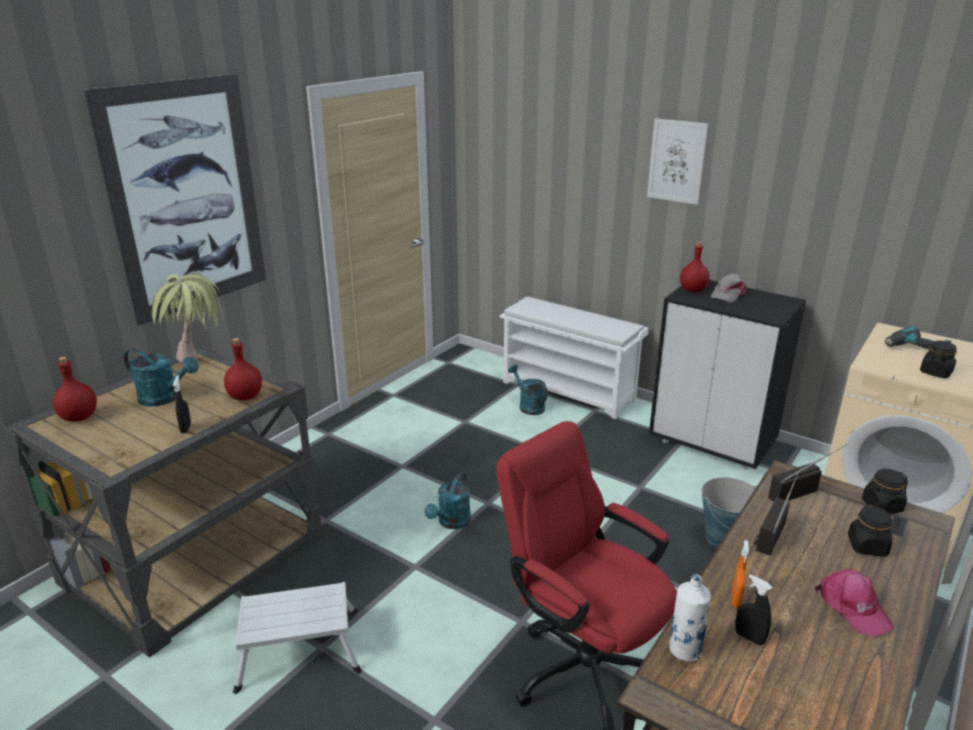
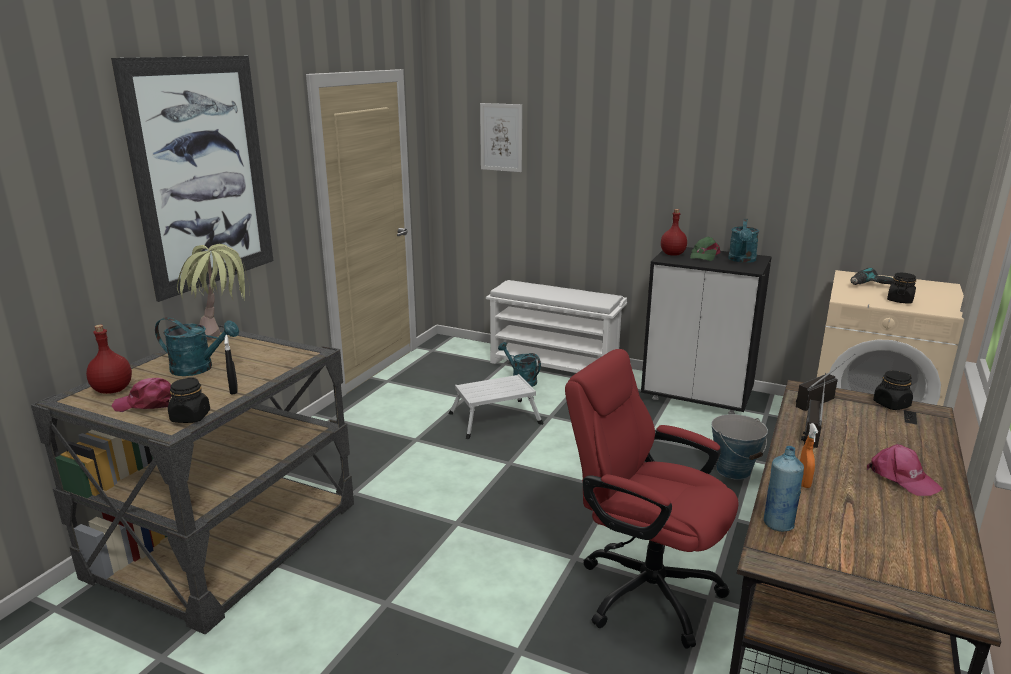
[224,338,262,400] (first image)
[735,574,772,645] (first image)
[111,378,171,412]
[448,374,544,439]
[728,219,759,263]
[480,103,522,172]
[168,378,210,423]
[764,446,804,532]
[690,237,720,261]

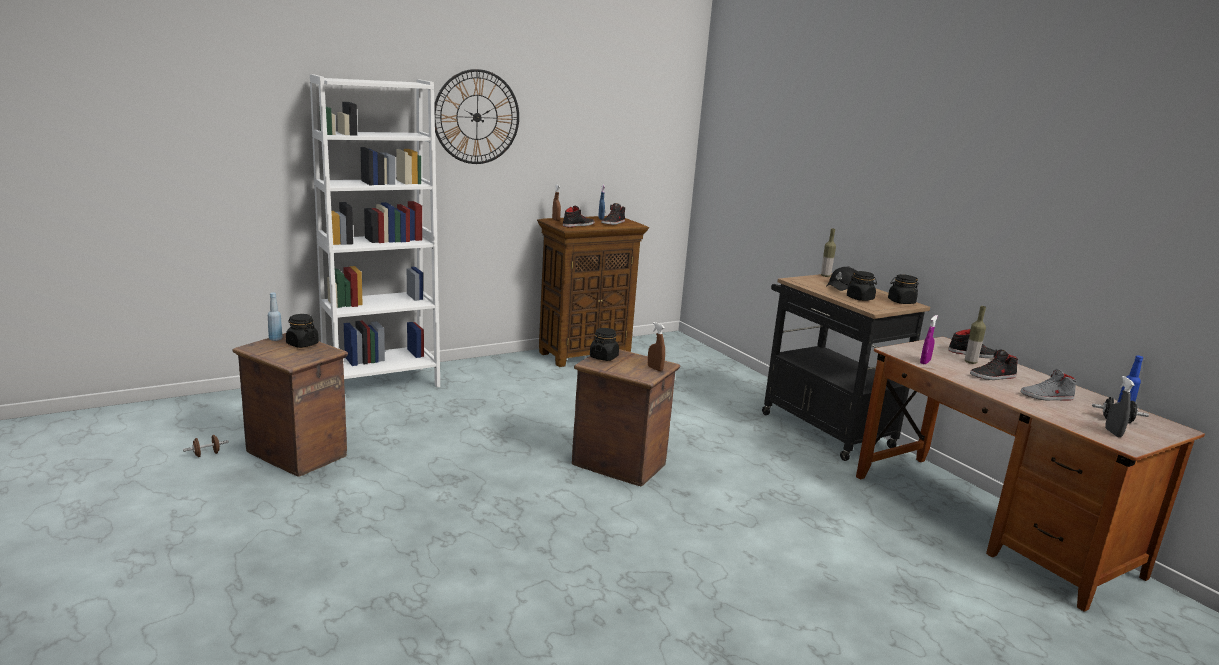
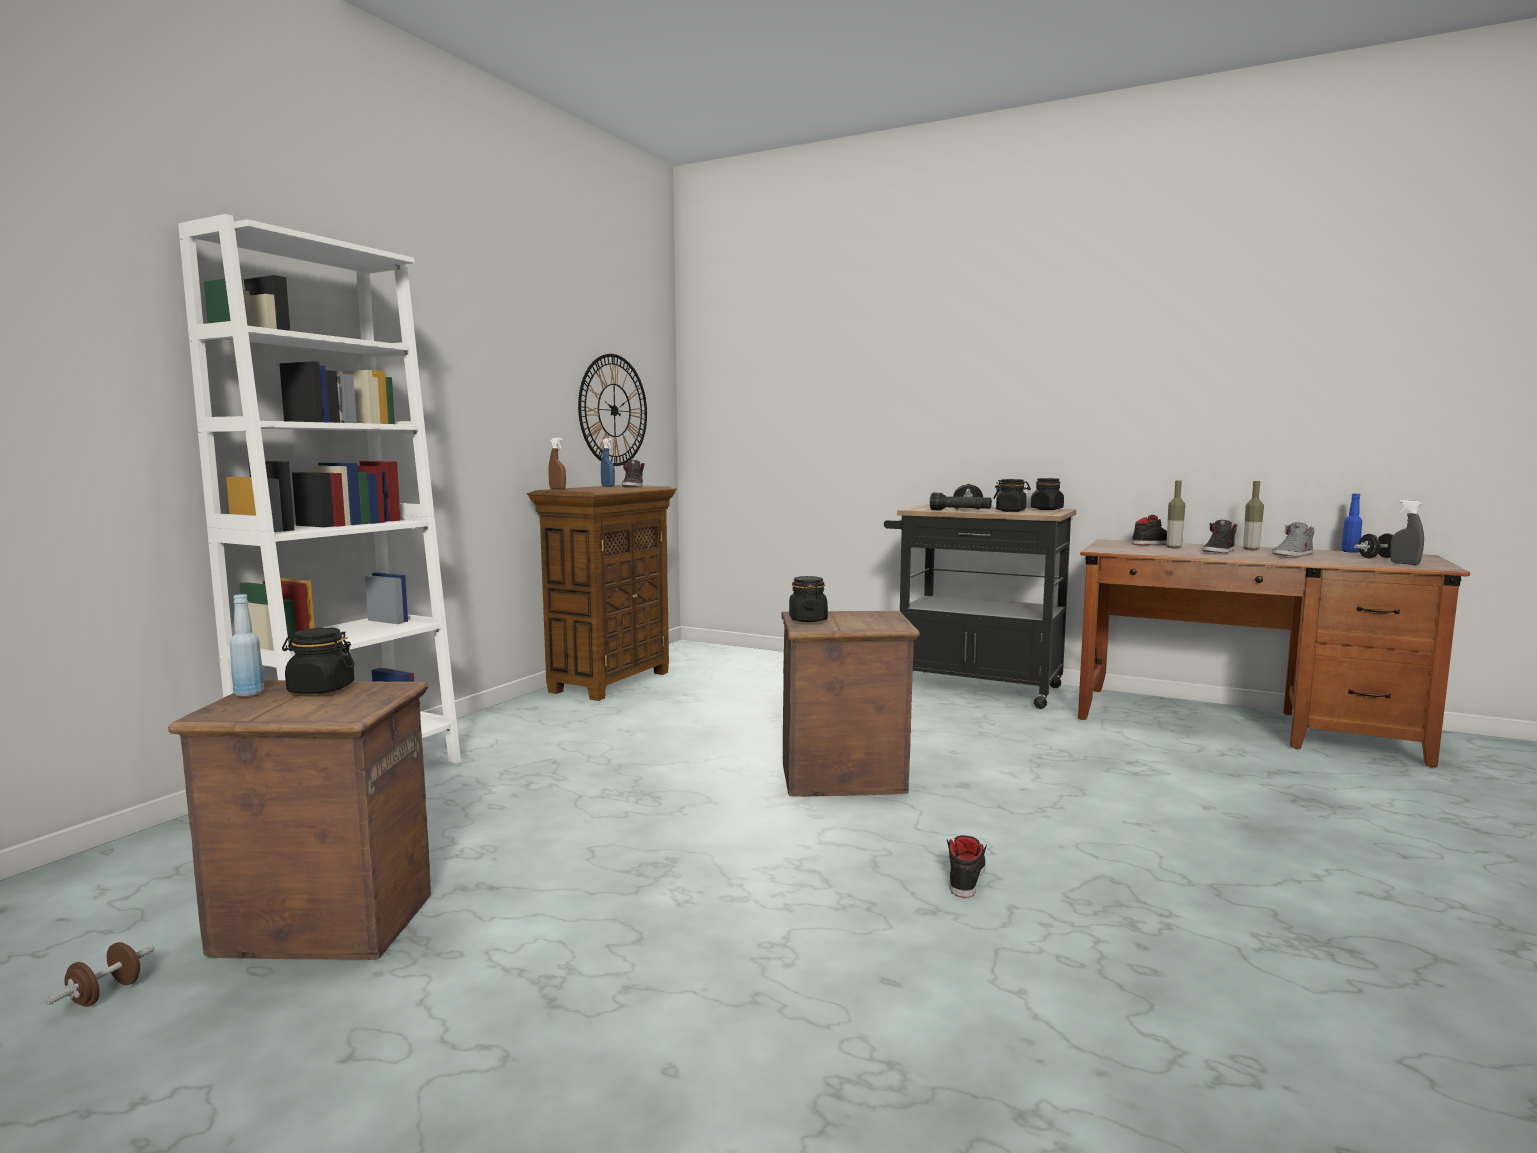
[648,322,665,371] (first image)
[920,315,938,364] (first image)
[930,493,992,510]
[578,354,647,466]
[947,835,987,898]
[1243,481,1264,550]

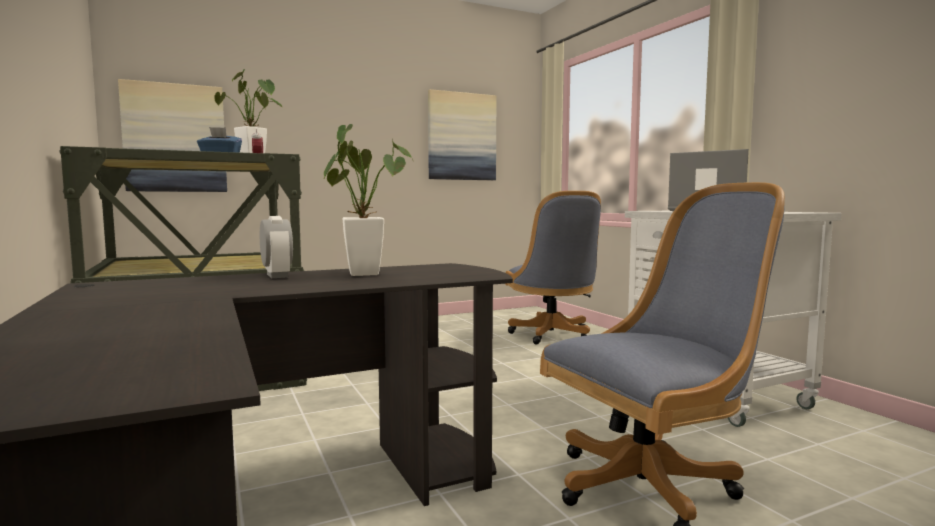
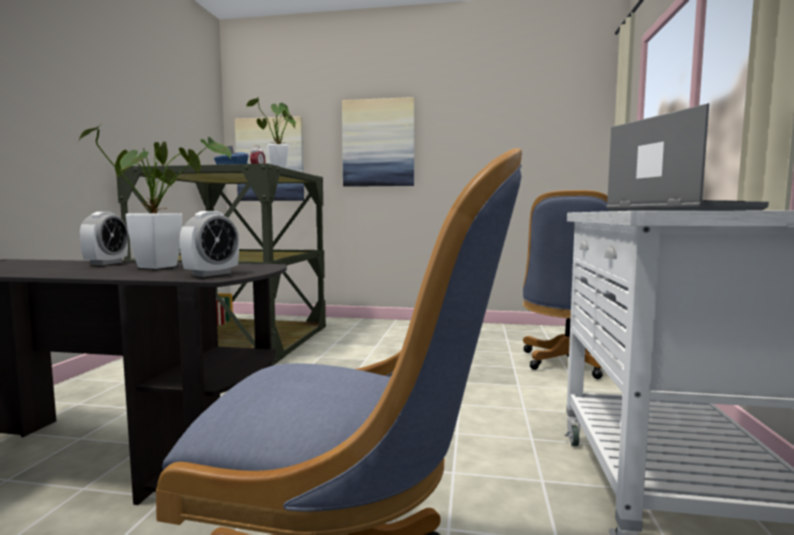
[179,211,239,277]
[342,97,415,187]

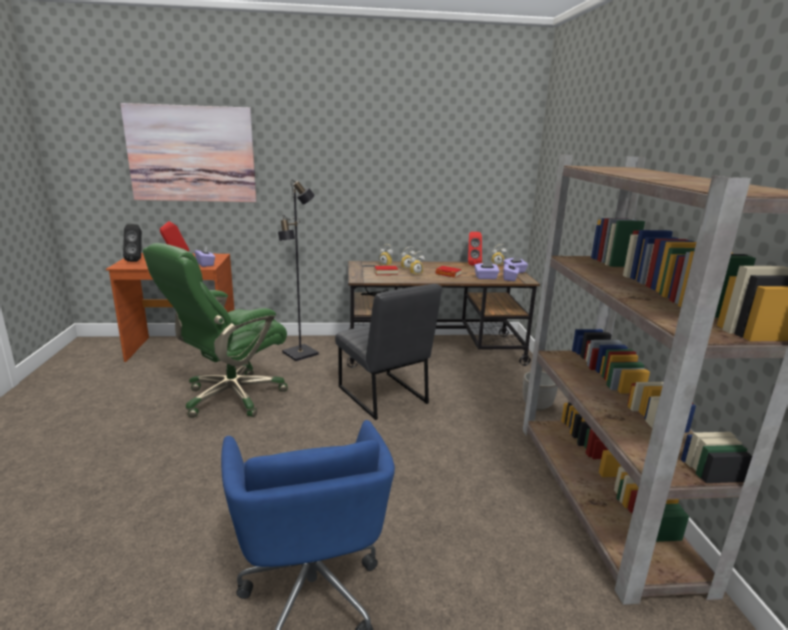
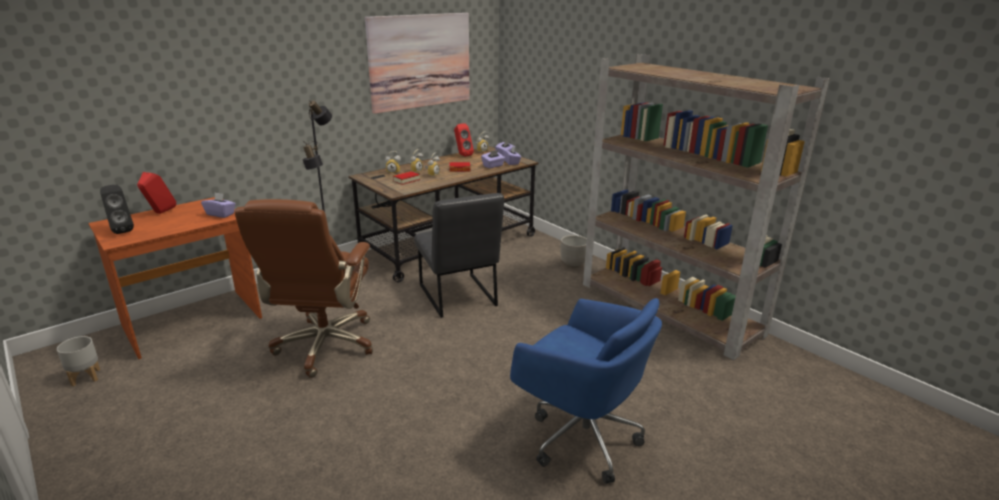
[57,336,100,387]
[365,13,470,114]
[235,199,373,378]
[414,193,504,318]

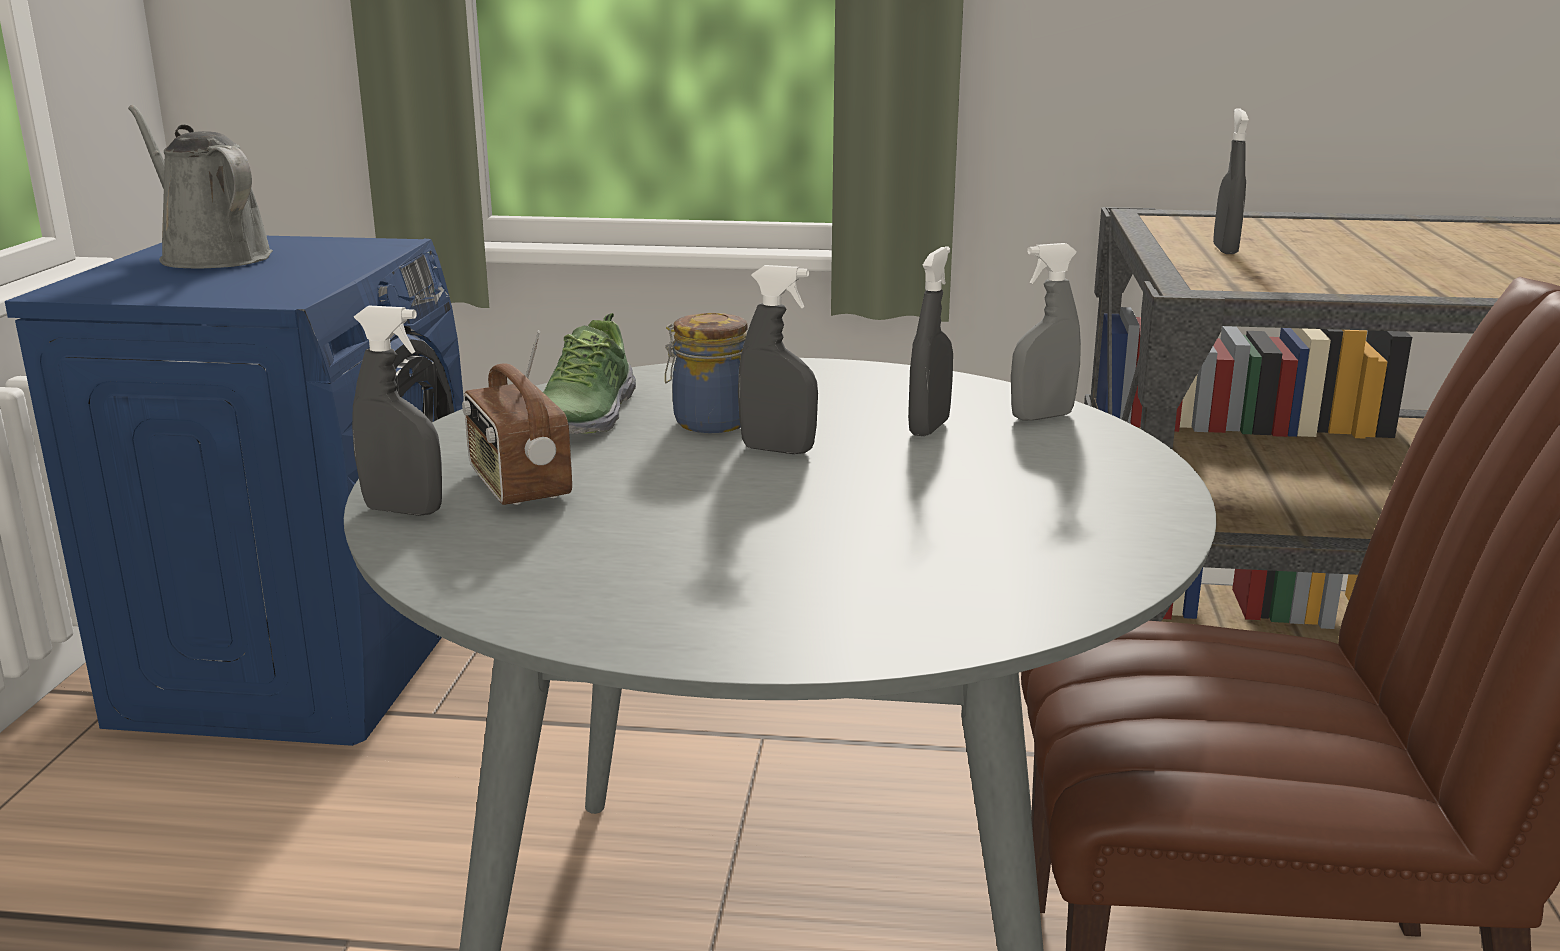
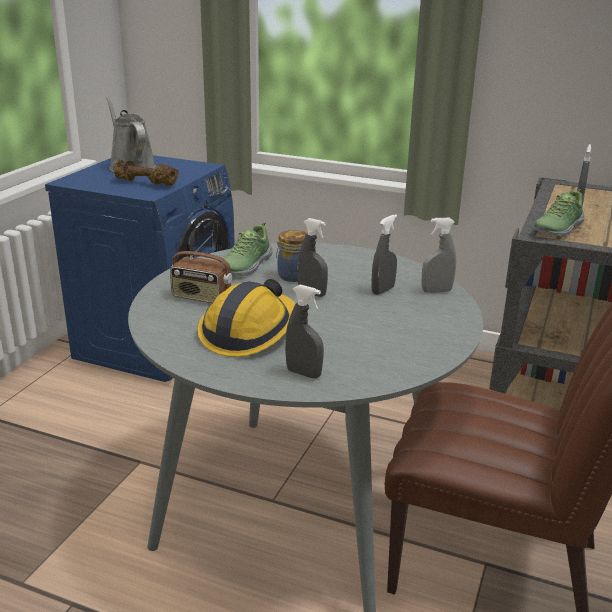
[114,160,179,186]
[197,279,295,357]
[533,189,585,237]
[285,285,324,378]
[170,234,232,303]

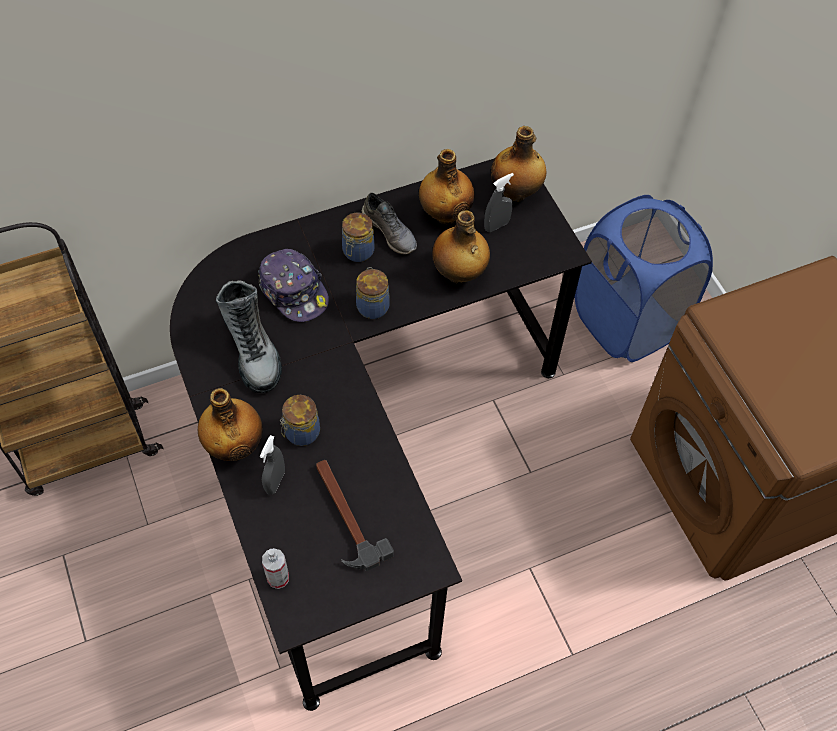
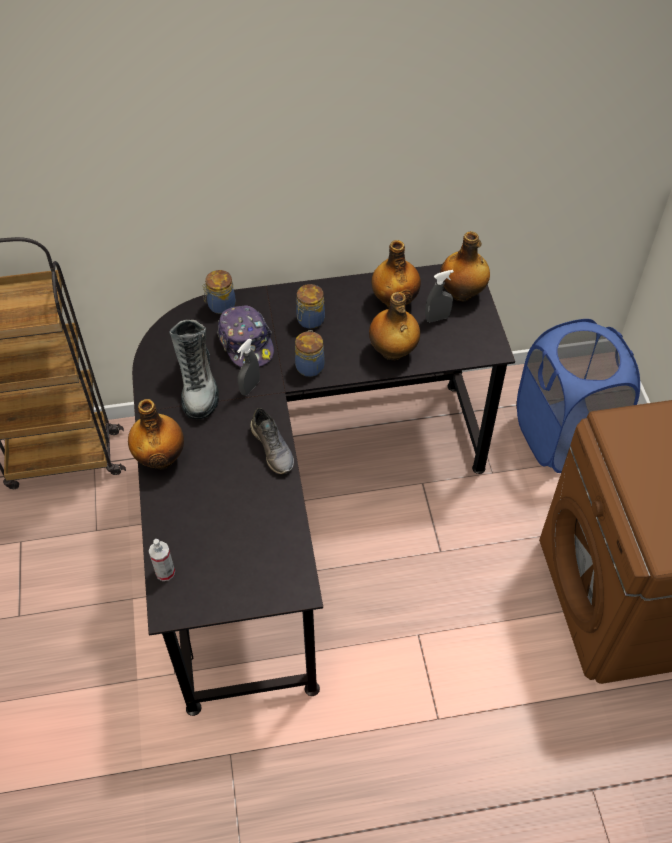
[316,460,394,571] (first image)
[237,339,260,395]
[202,270,236,314]
[250,408,294,474]

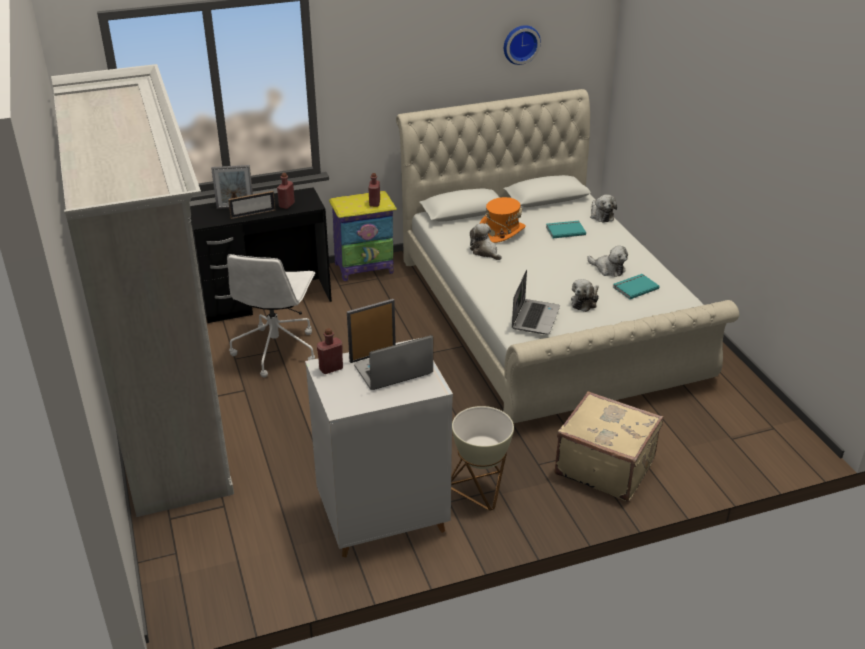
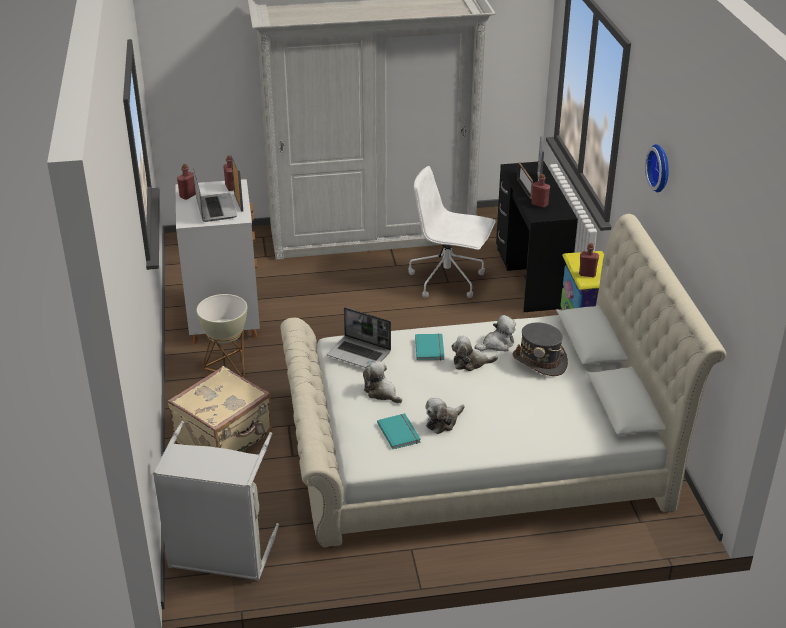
[153,421,279,581]
[177,164,196,200]
[645,144,669,192]
[415,334,444,360]
[451,336,498,371]
[512,322,568,376]

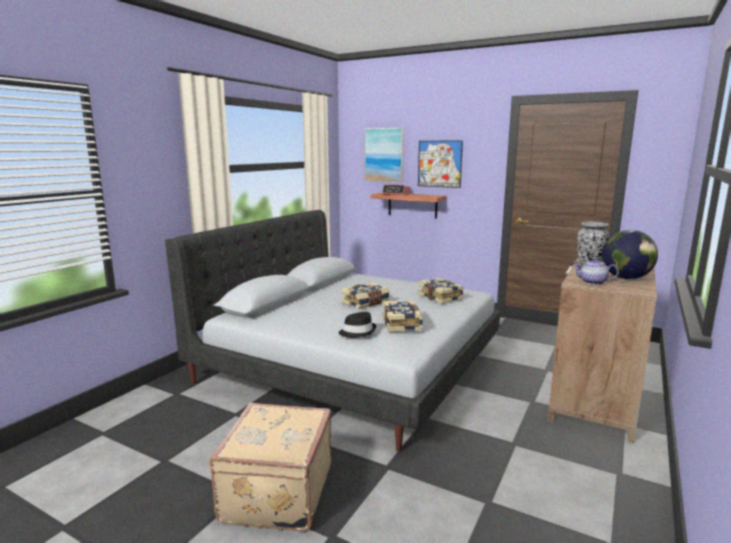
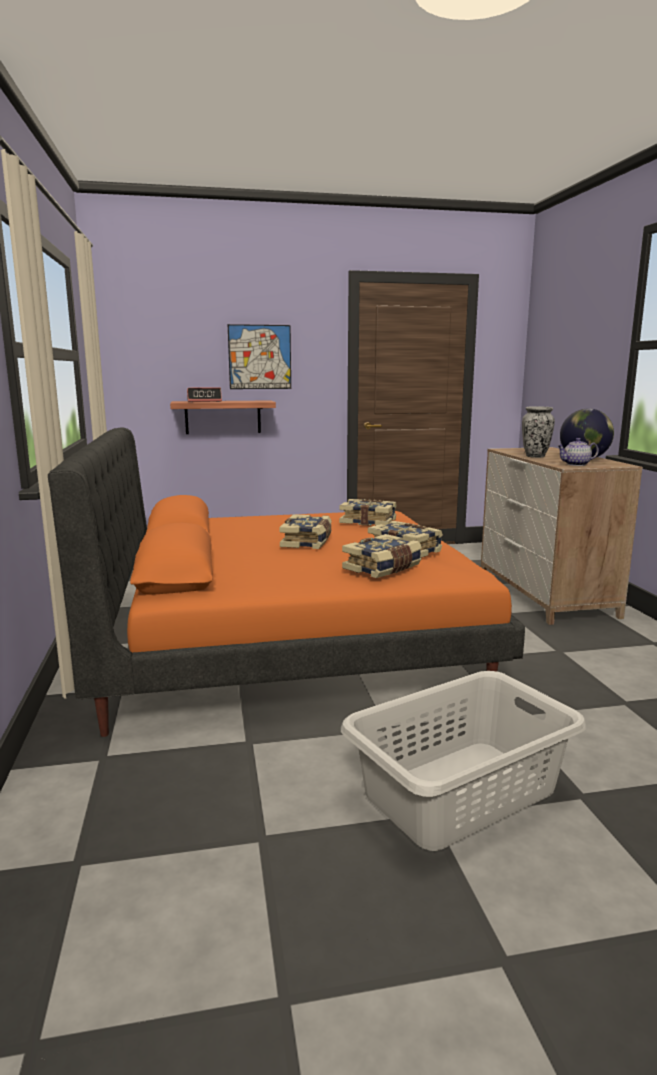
[365,128,404,182] (first image)
[341,671,586,851]
[342,534,422,578]
[48,428,525,737]

